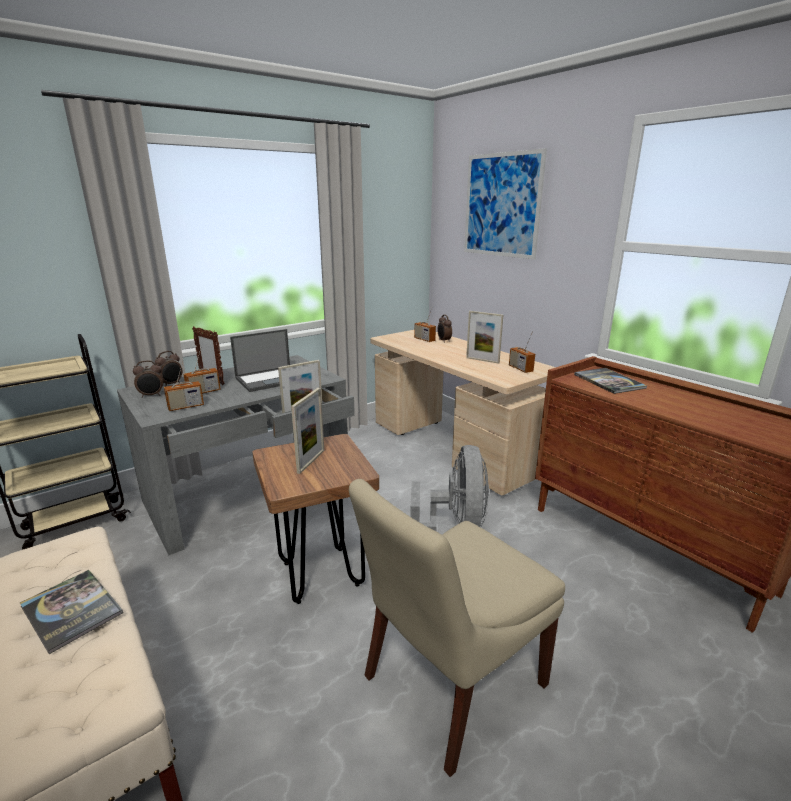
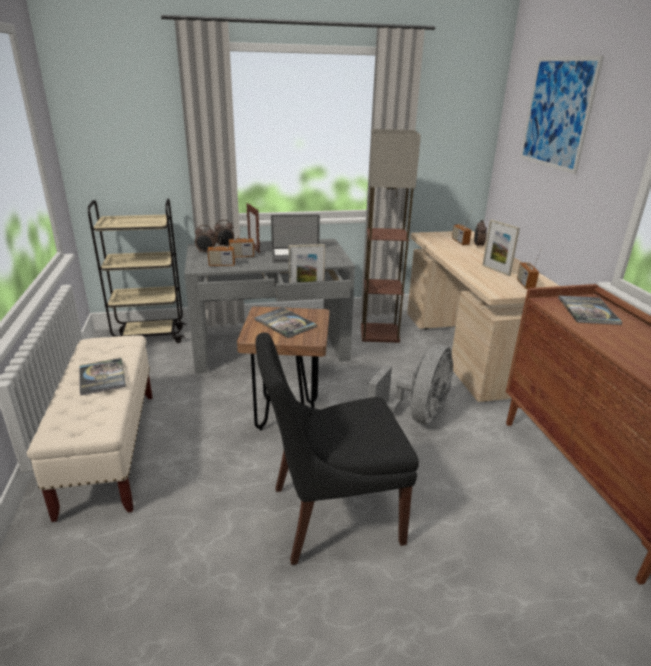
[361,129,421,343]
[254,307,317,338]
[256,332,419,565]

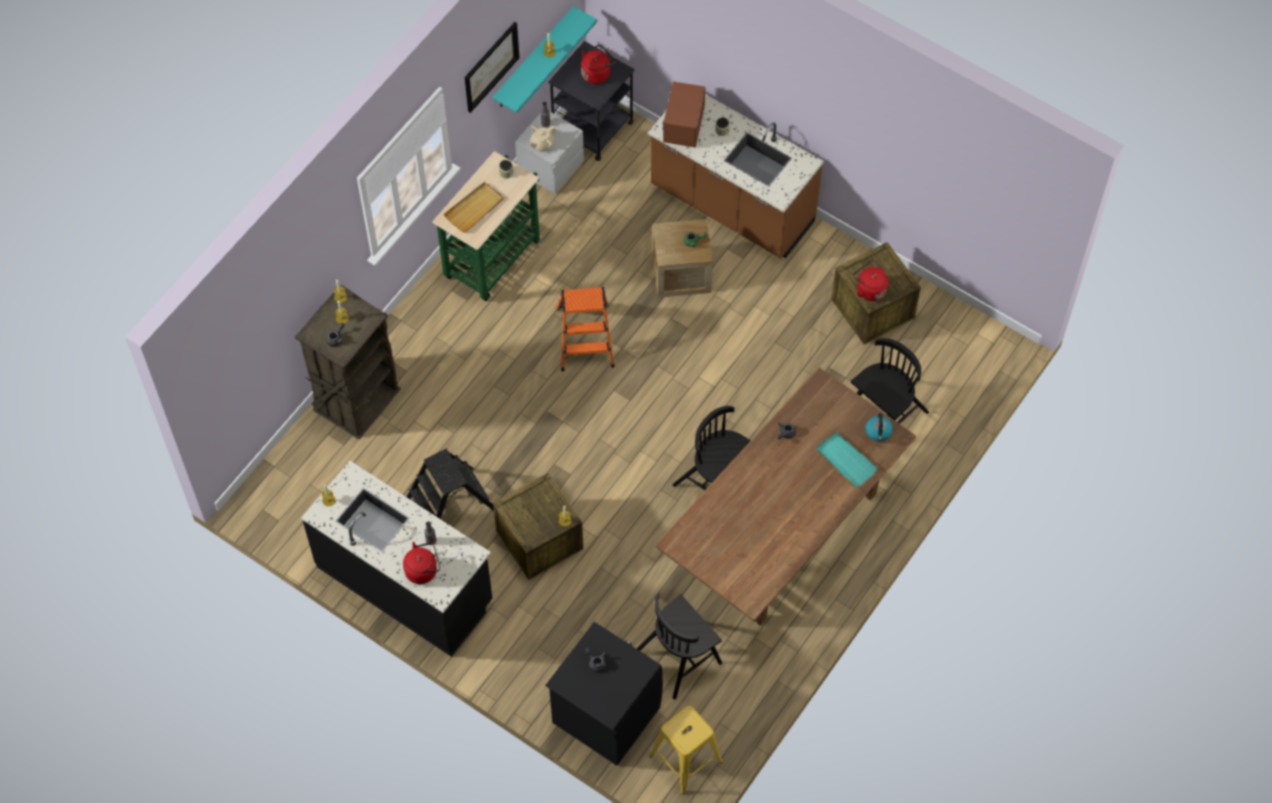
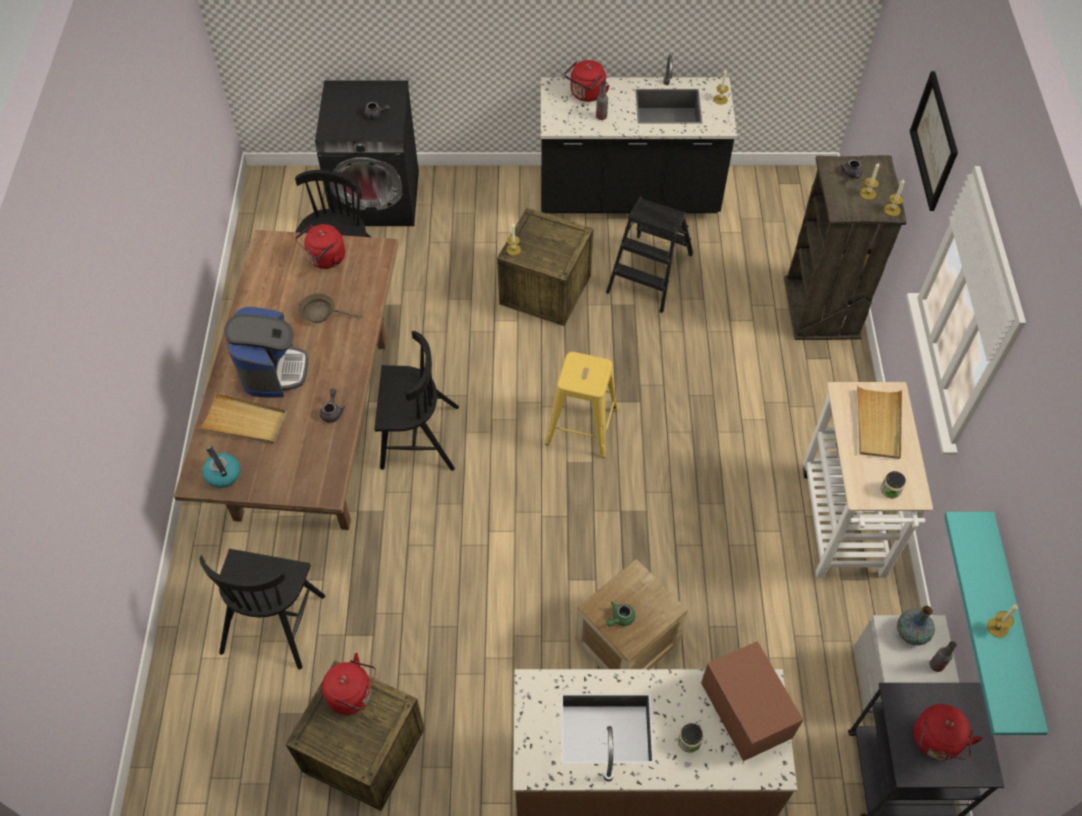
[556,287,614,372] (first image)
[224,307,308,398]
[295,224,345,269]
[299,294,362,323]
[910,71,958,211]
[545,352,619,458]
[897,606,935,645]
[803,382,933,578]
[199,393,287,444]

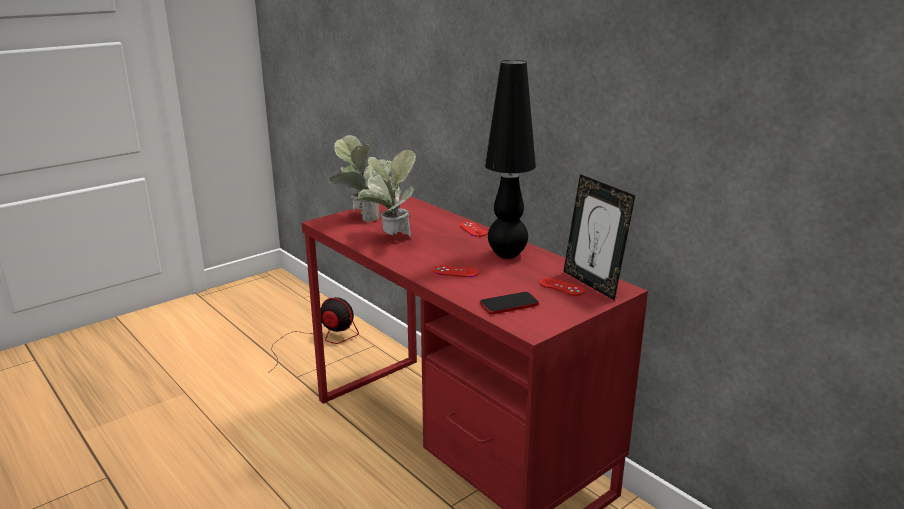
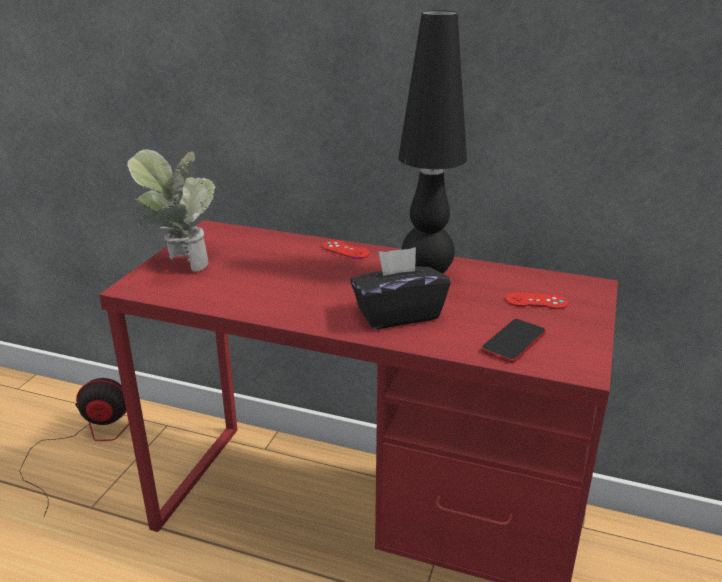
[358,150,416,238] (first image)
[563,174,635,301] (first image)
[350,247,451,329]

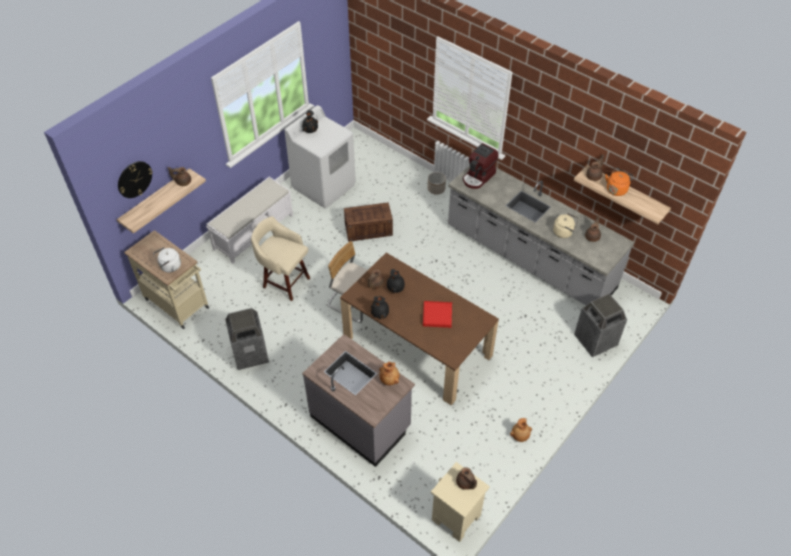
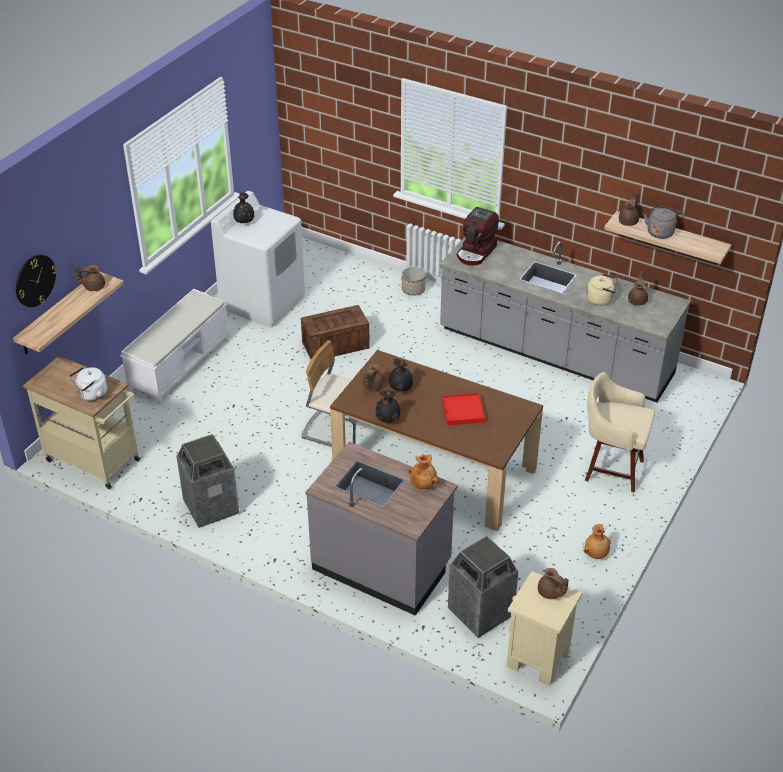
[585,372,655,492]
[448,536,518,638]
[644,205,680,239]

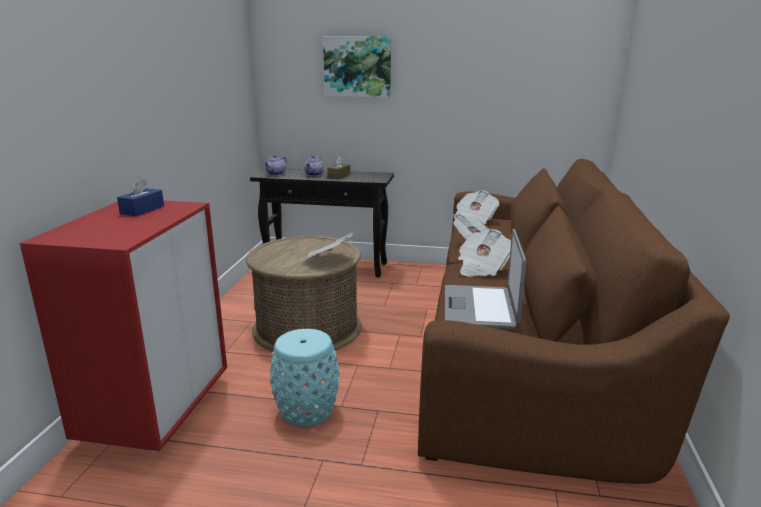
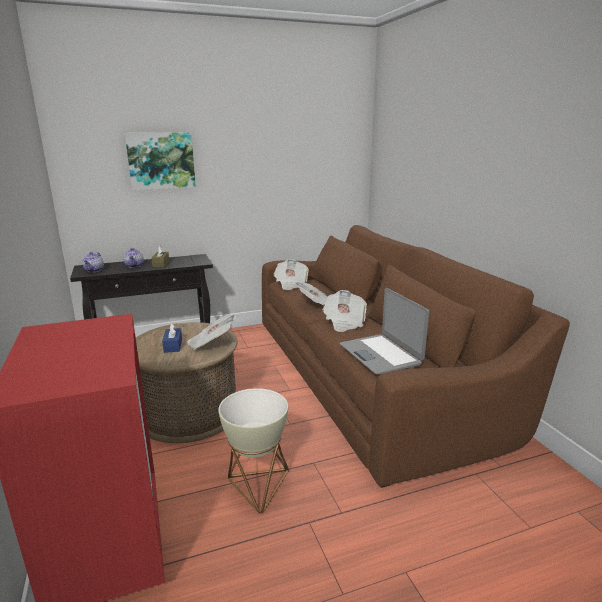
[162,323,182,353]
[218,388,289,514]

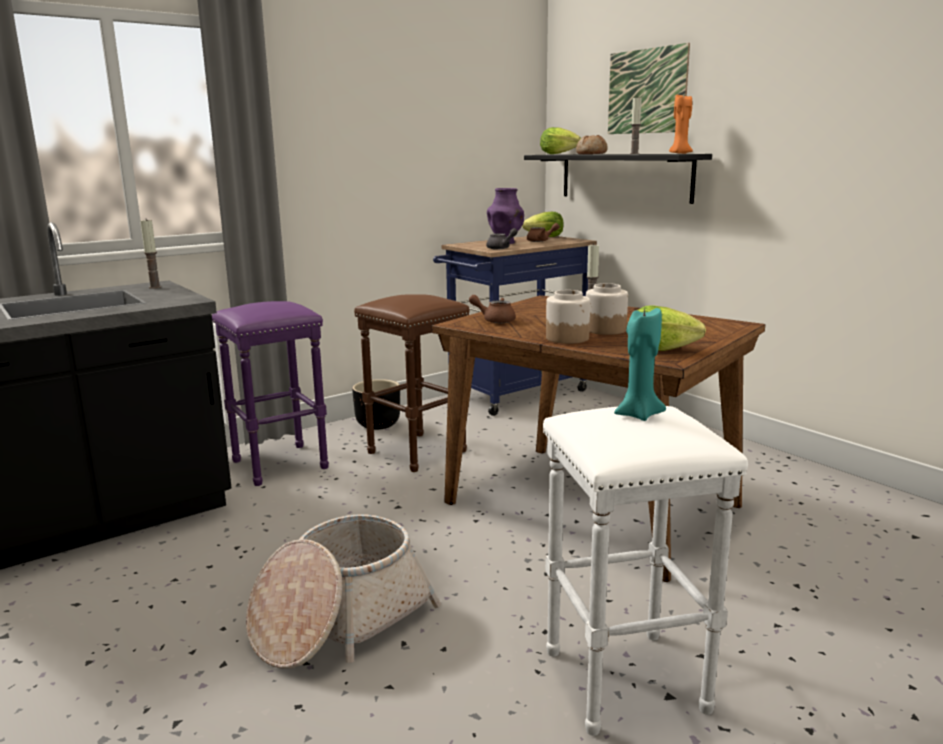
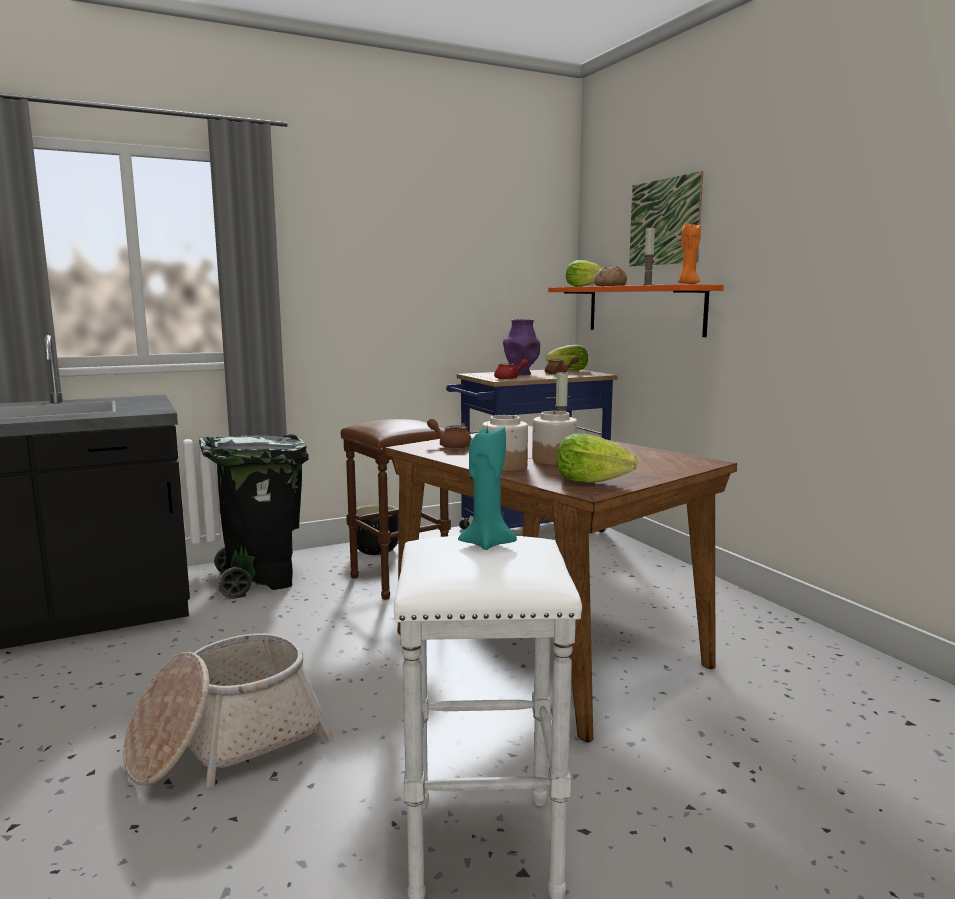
[140,220,161,289] (first image)
[199,434,309,600]
[494,359,528,379]
[548,284,724,337]

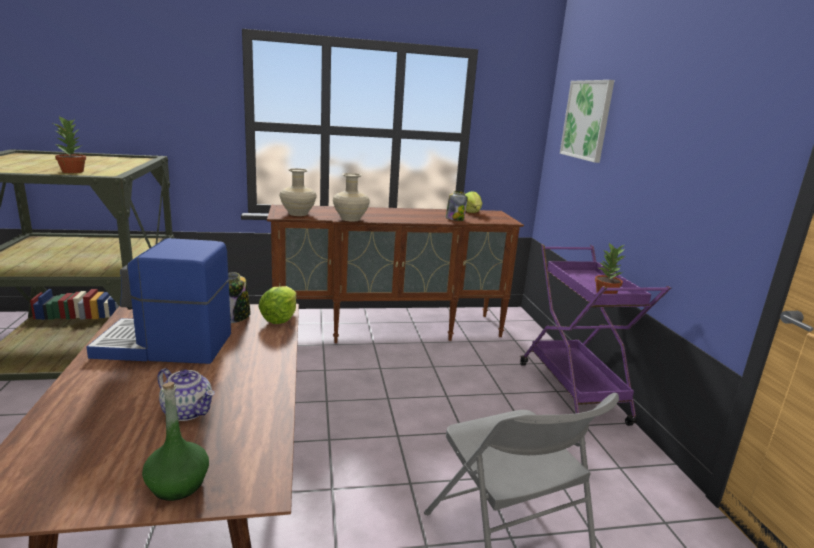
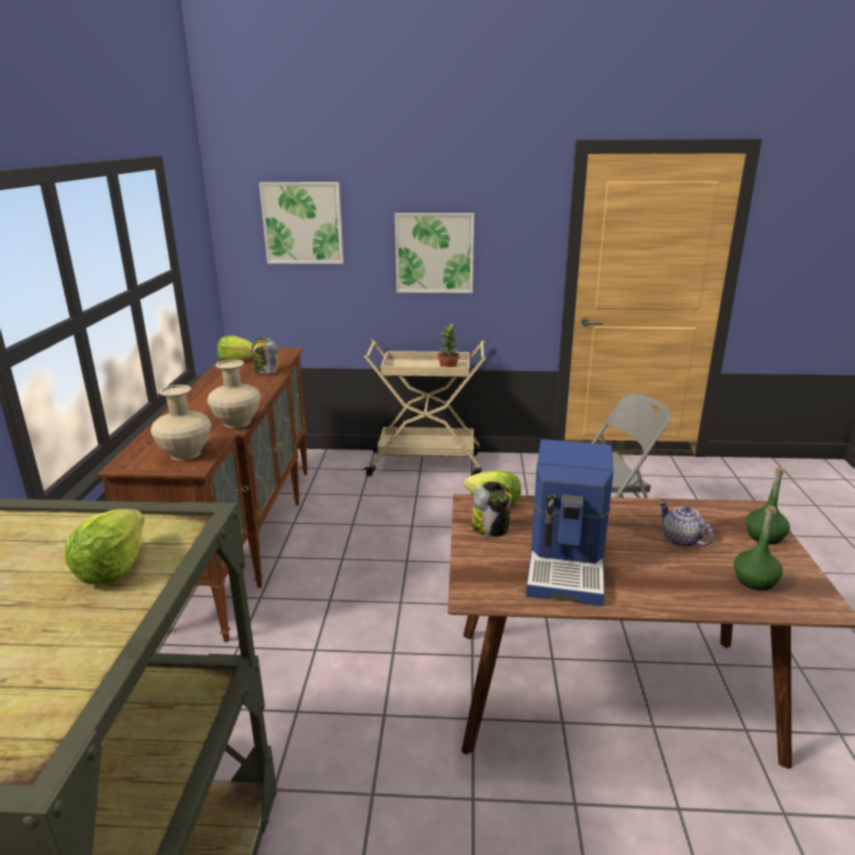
[395,213,474,293]
[734,506,783,590]
[64,509,145,584]
[362,339,487,476]
[659,501,713,547]

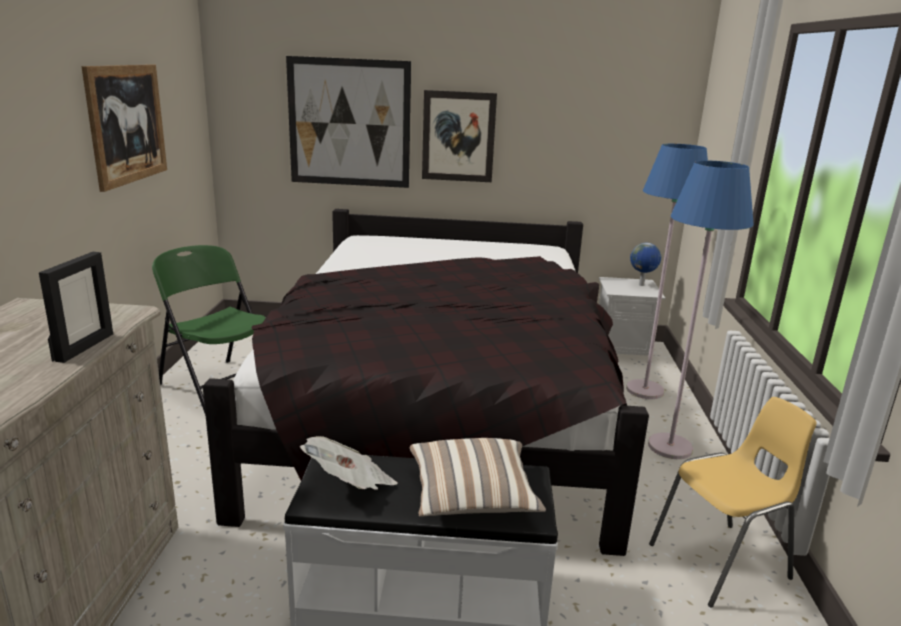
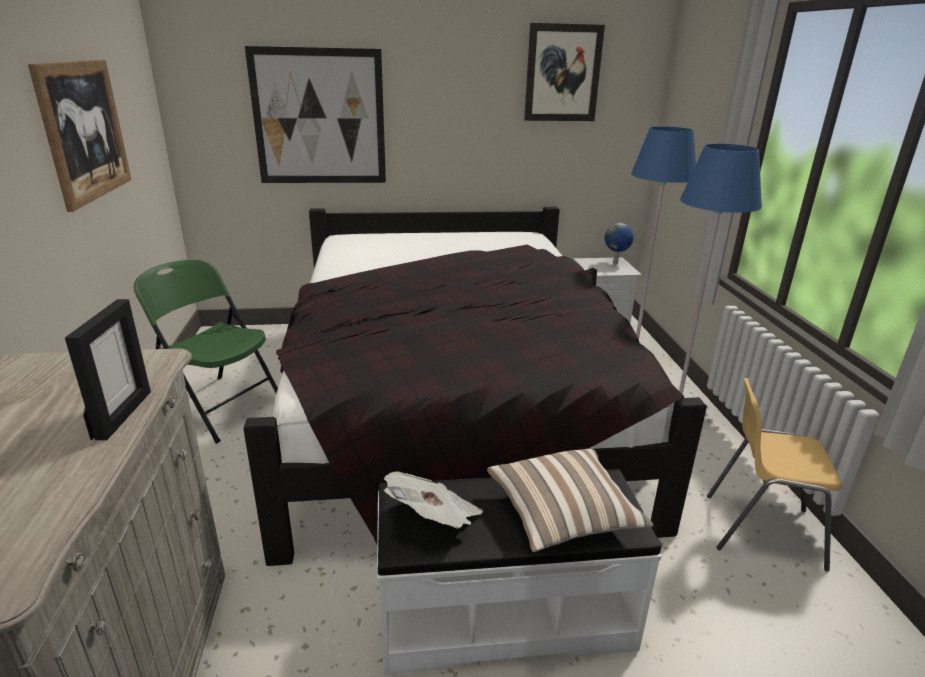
[524,23,605,121]
[707,378,842,572]

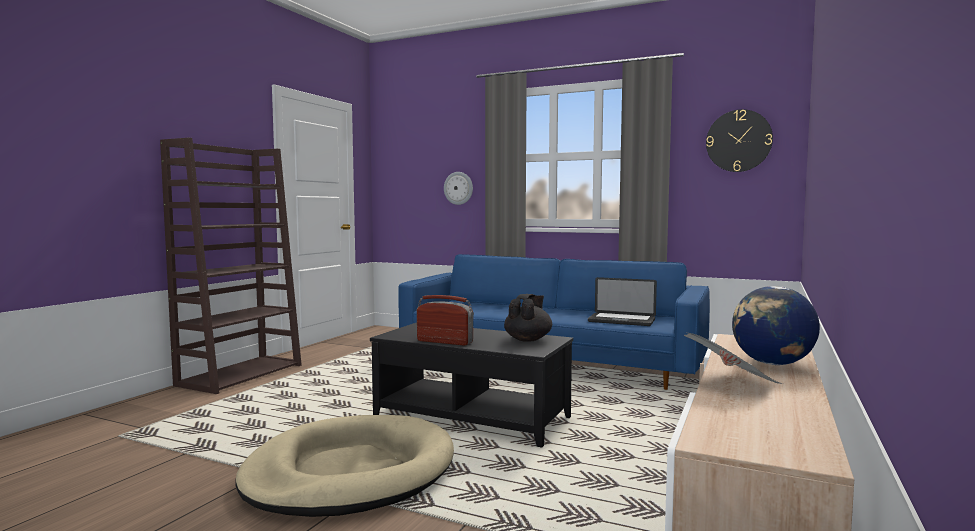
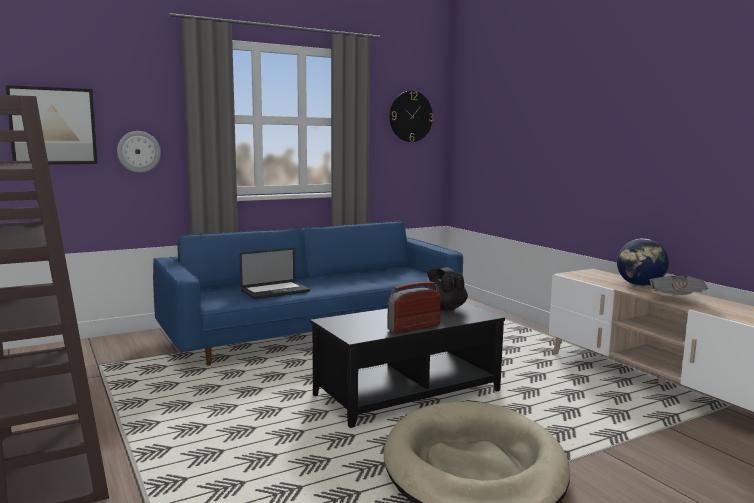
[5,85,98,164]
[239,248,310,299]

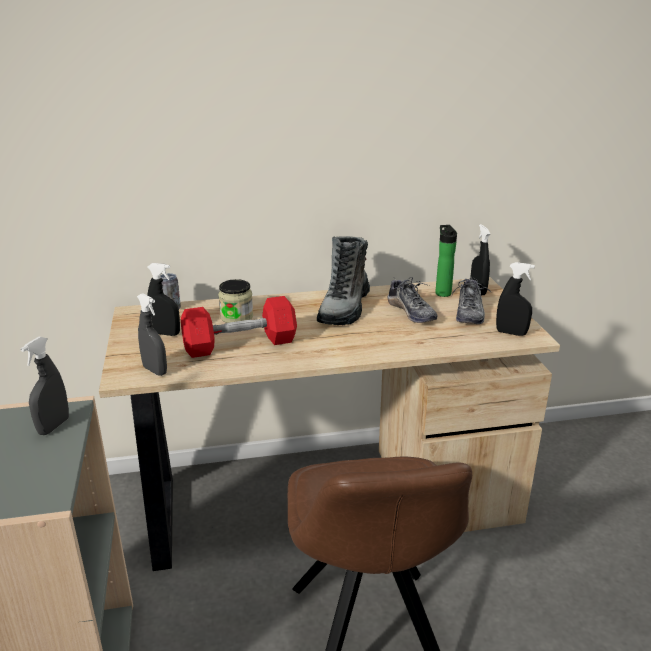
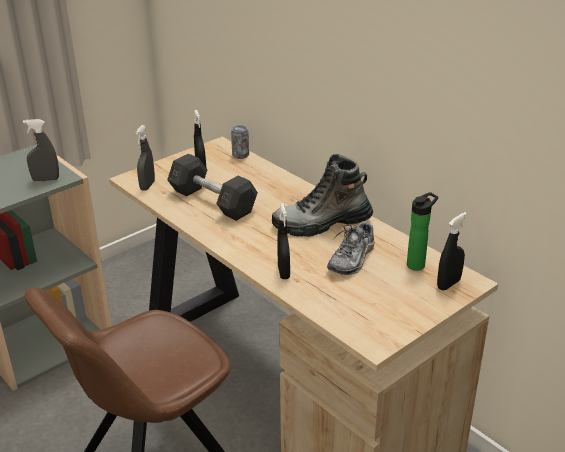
[218,279,253,323] (first image)
[452,276,491,324] (first image)
[277,203,290,279]
[167,154,258,221]

